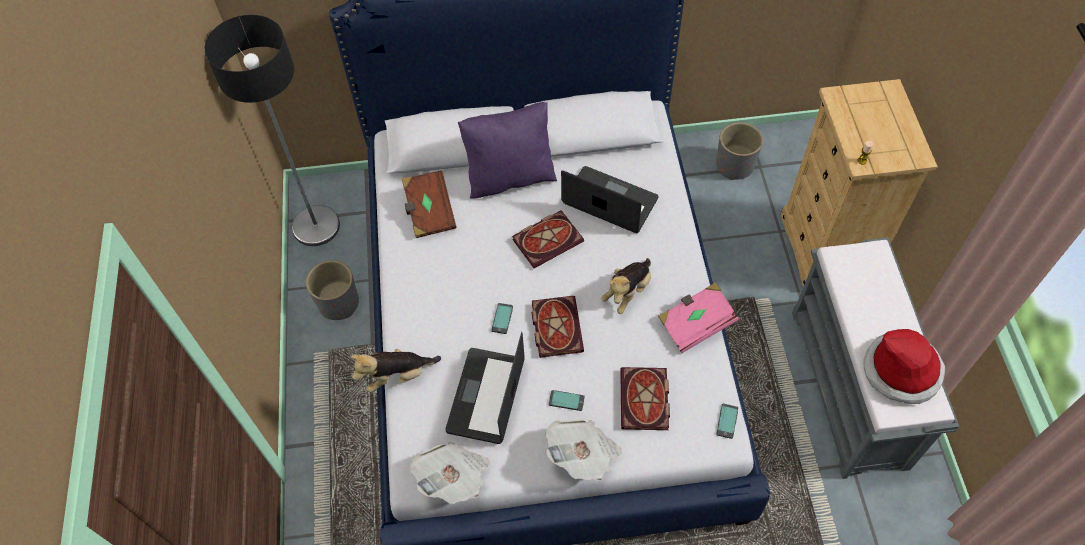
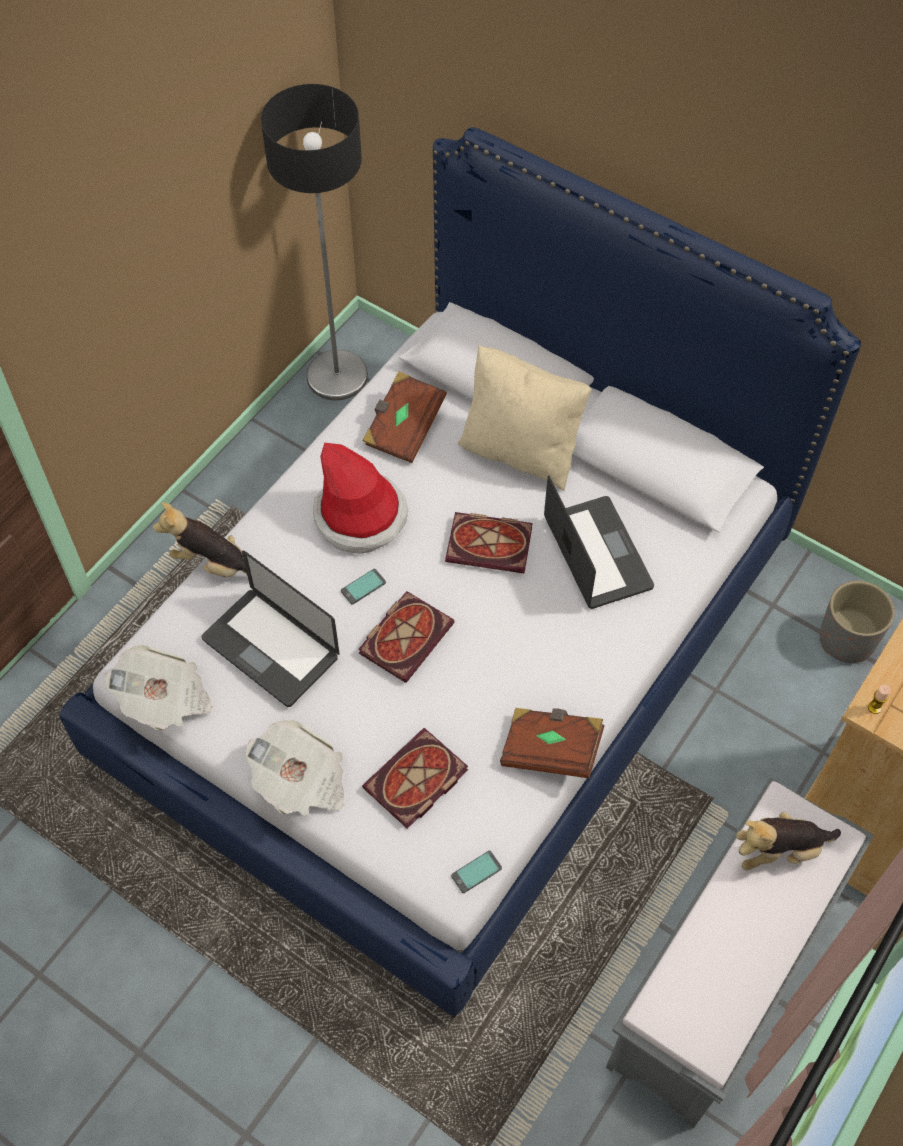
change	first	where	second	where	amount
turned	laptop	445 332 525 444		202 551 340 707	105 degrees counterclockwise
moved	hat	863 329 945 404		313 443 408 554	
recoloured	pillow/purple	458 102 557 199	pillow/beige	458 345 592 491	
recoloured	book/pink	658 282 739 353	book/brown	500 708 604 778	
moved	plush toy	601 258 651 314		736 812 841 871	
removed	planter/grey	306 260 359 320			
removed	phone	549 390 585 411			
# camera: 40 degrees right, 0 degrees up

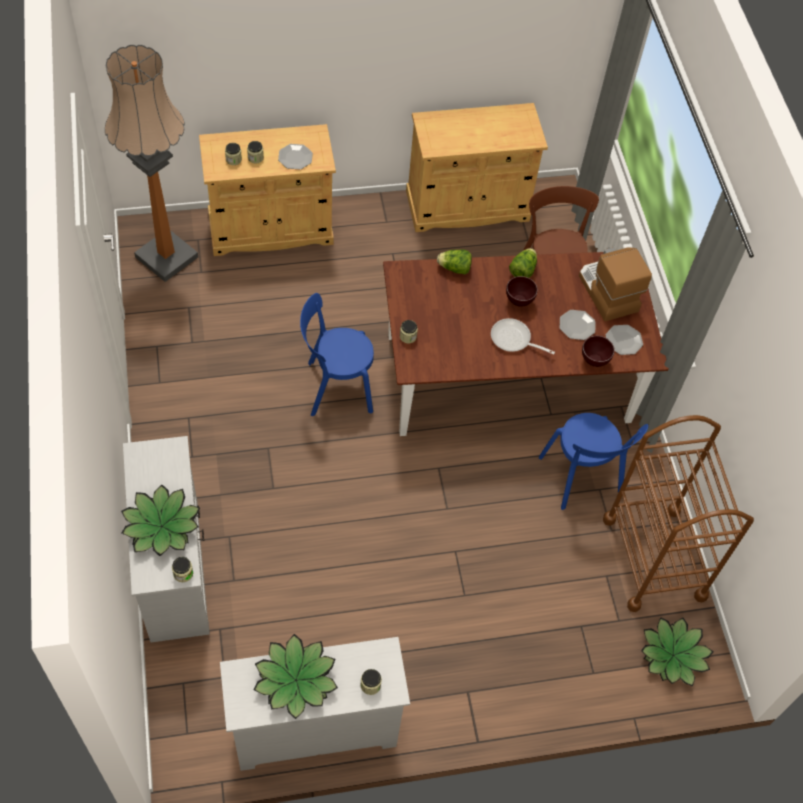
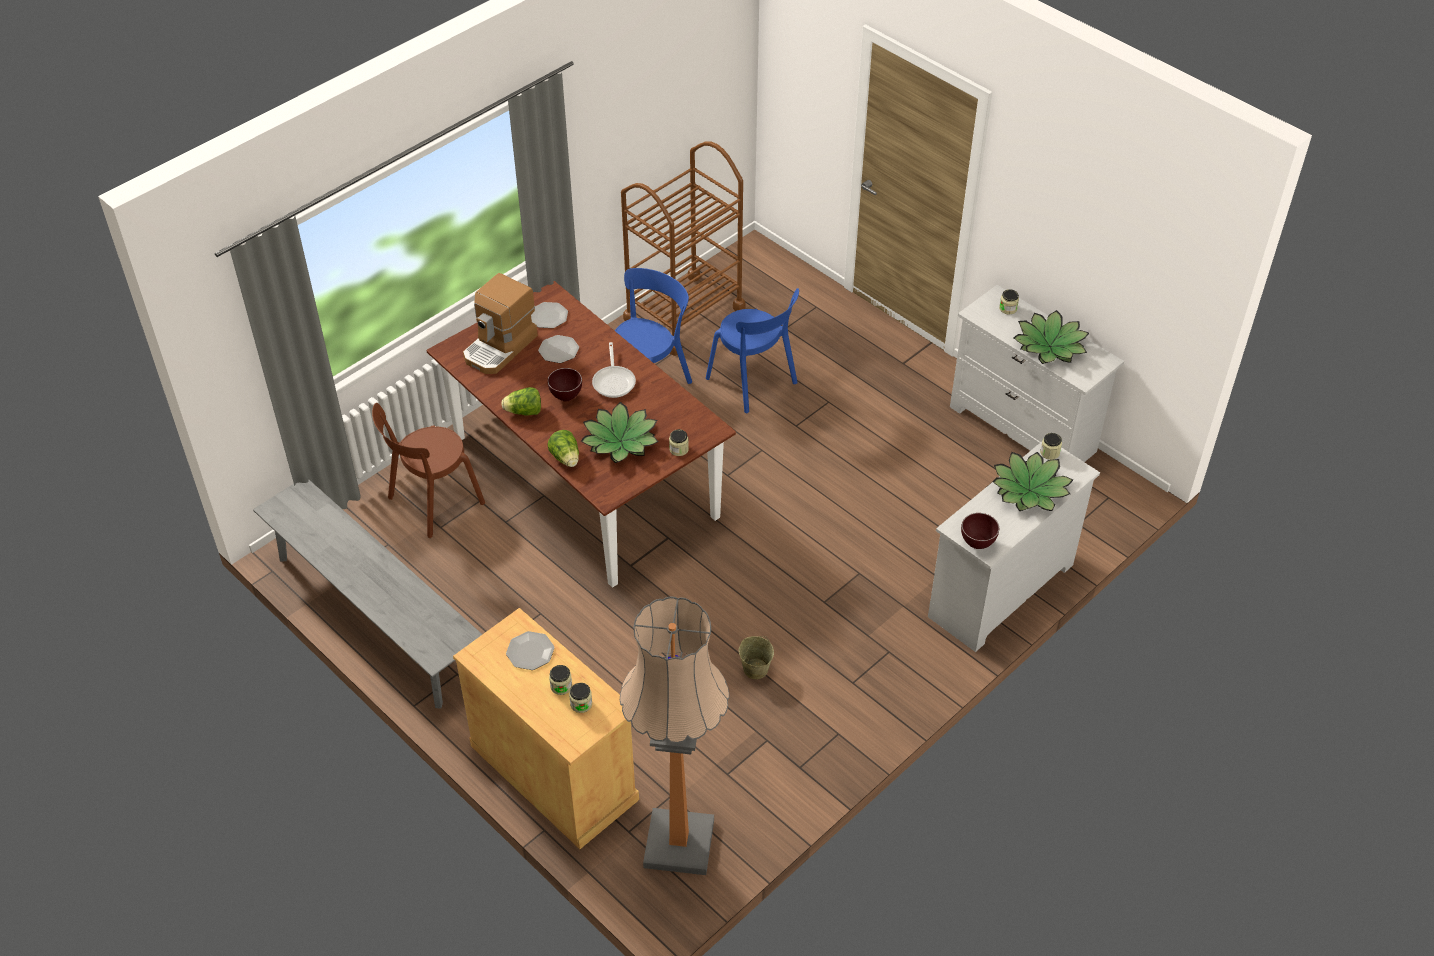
change	first	where	second	where	amount
replaced	cabinet/beige	406 103 548 232	bench/grey	253 480 482 709	
moved	potted plant	641 617 713 686		581 402 658 463	
moved	chair/blue	300 293 374 416		706 288 799 413	
added			bucket/beige	739 636 774 679	
moved	bowl/brown	582 336 615 367		961 513 999 549	
# camera: 120 degrees left, 10 degrees down

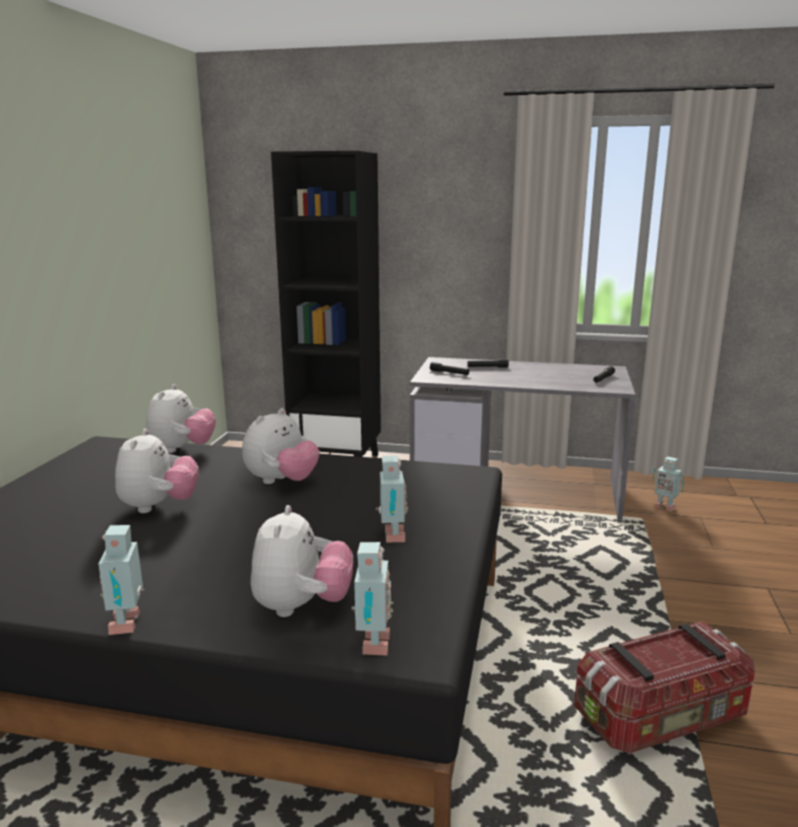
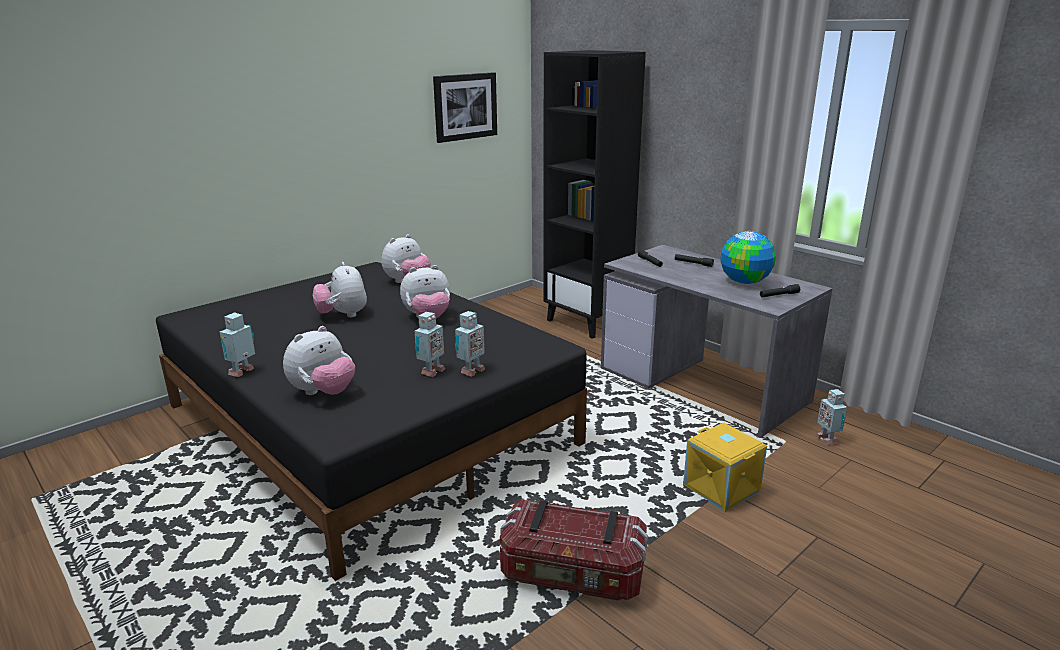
change	first	where	second	where	amount
turned	plush toy	115 429 199 513		313 262 367 318	120 degrees clockwise
added			picture	433 72 497 143	
moved	toy robot	351 542 394 656		455 311 485 377	
added			storage box/yellow	683 423 767 512	
added			globe	720 231 776 284	
# camera: 35 degrees right, 5 degrees up

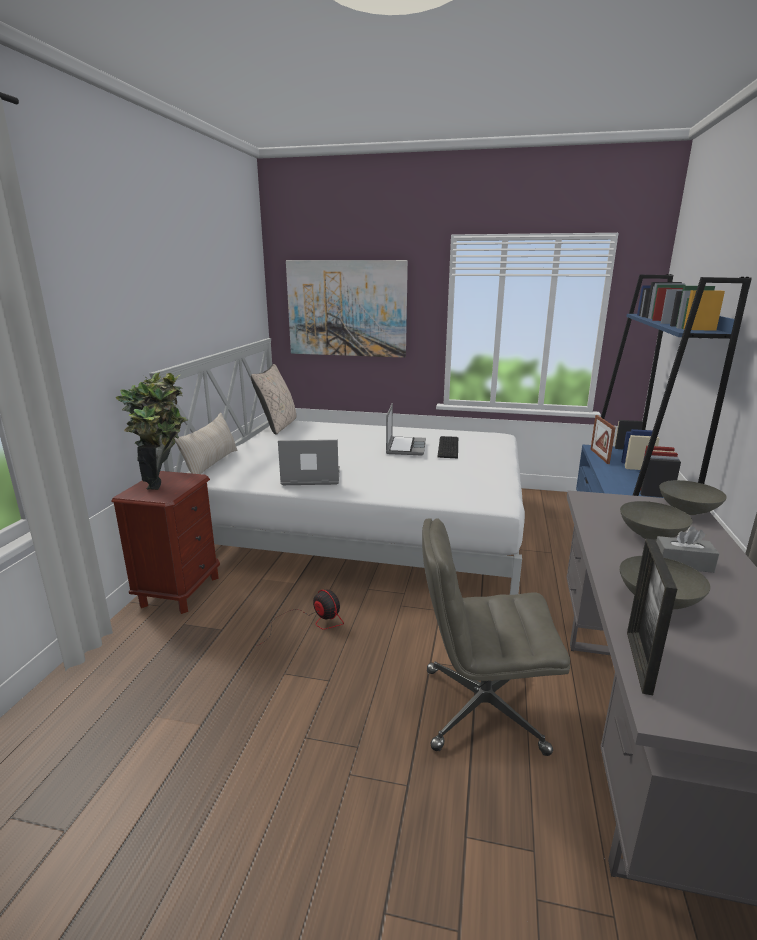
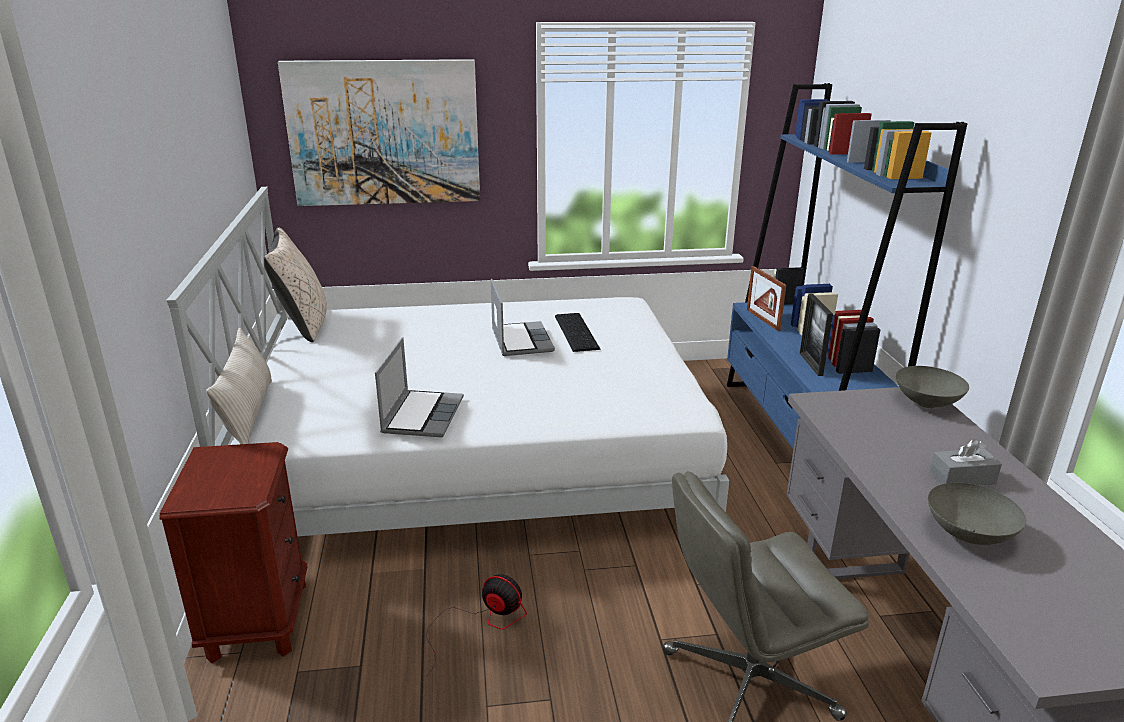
change	first	where	second	where	amount
turned	laptop	278 440 340 485		375 337 464 438	120 degrees clockwise
moved	picture frame	627 539 677 695		800 294 833 376	
removed	potted plant	116 372 187 490			
removed	bowl/grey	620 501 692 540			
# camera: 20 degrees left, 5 degrees up

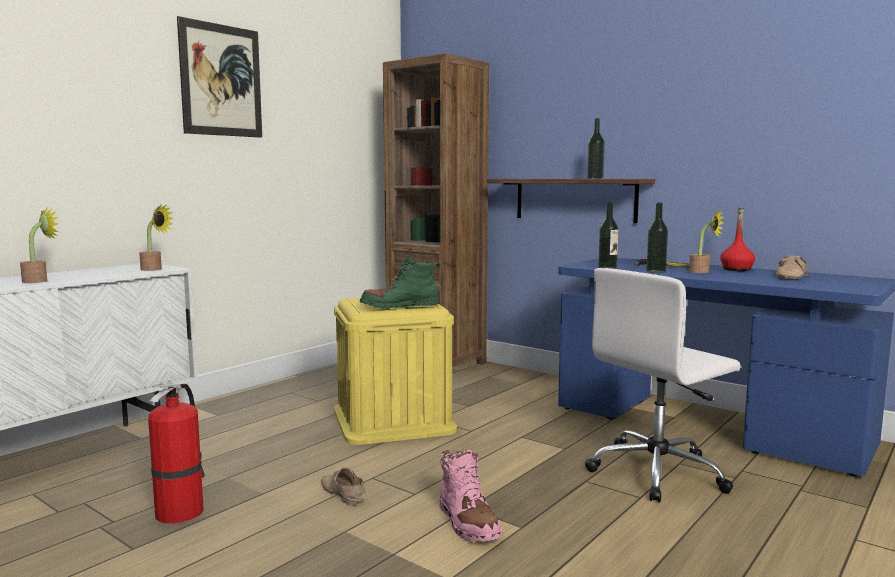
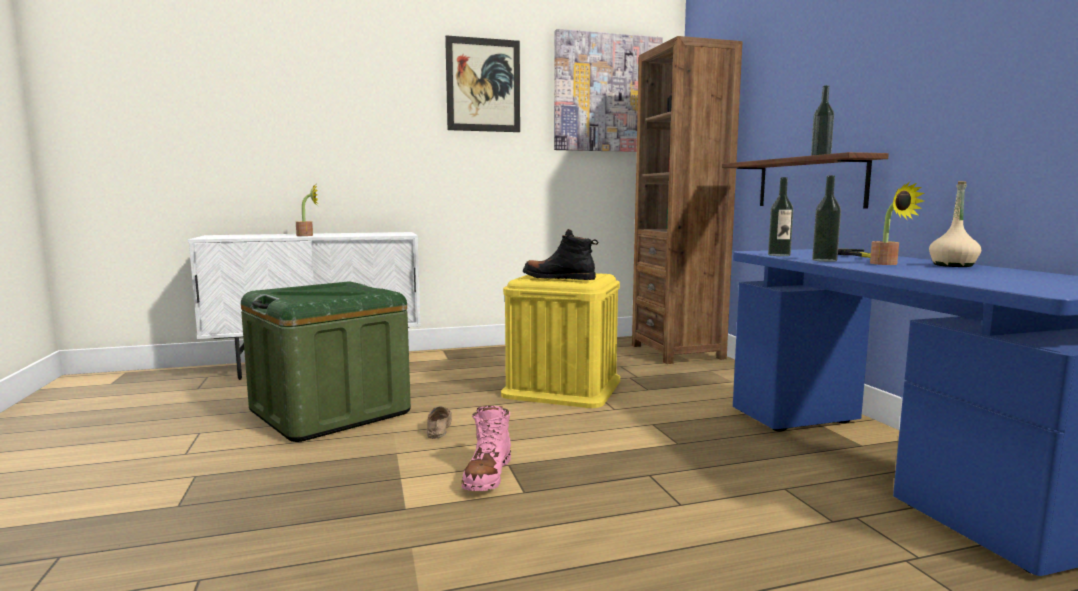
change	first	where	second	where	amount
replaced	fire extinguisher	148 384 205 523	storage box/green	241 282 411 442	
recoloured	boot/green	360 254 441 309	boot/black	523 229 598 280	
added			picture	554 29 663 152	
recoloured	bottle/red	720 207 755 271	bottle/beige	929 181 981 267	
removed	potted plant	139 204 174 271			
removed	office chair/white	585 268 740 503			
removed	shoe/beige	776 255 808 279			
# camera: 35 degrees right, 0 degrees up

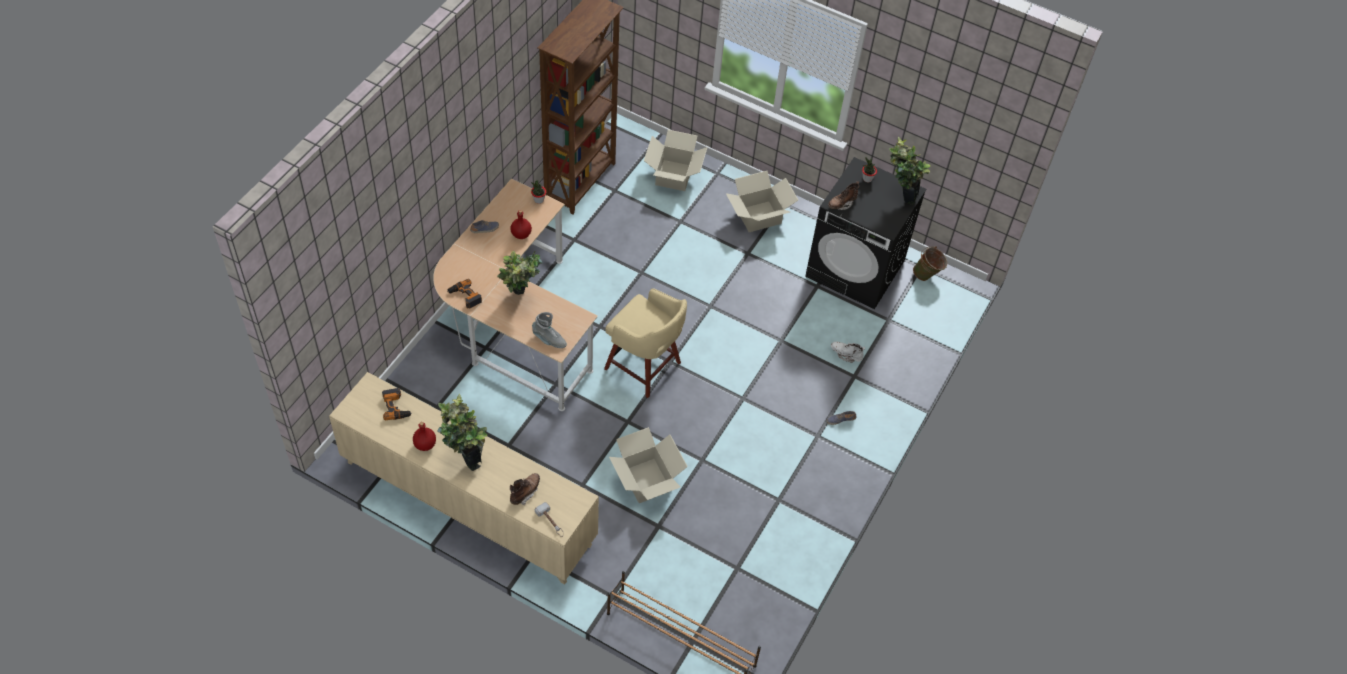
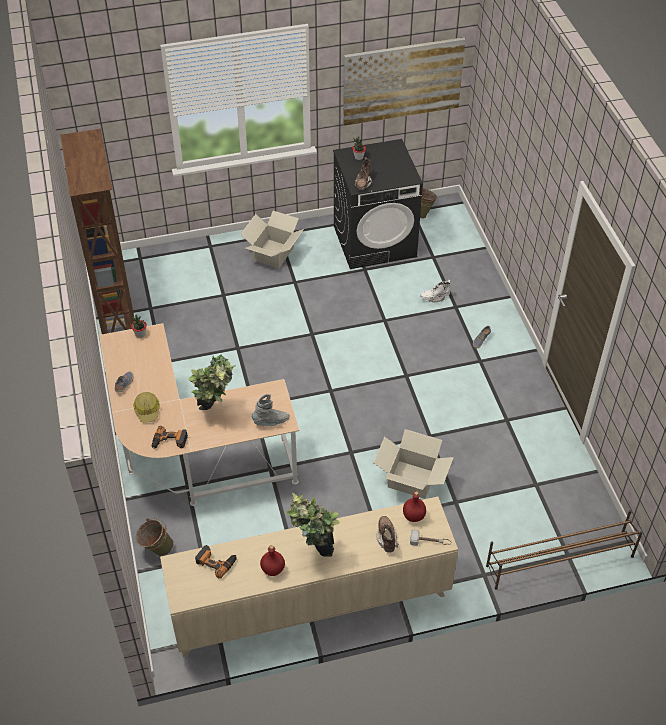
change	first	where	second	where	amount
added			hard hat	133 392 160 423	
added			bucket/green	136 518 174 556	
added			picture	343 37 466 126	
moved	bottle/red	510 210 532 239		403 491 426 522	
removed	stool/beige	604 288 687 398			
removed	cardboard box	644 130 707 191			
removed	potted plant	889 137 930 205			
# camera: 40 degrees left, 5 degrees down

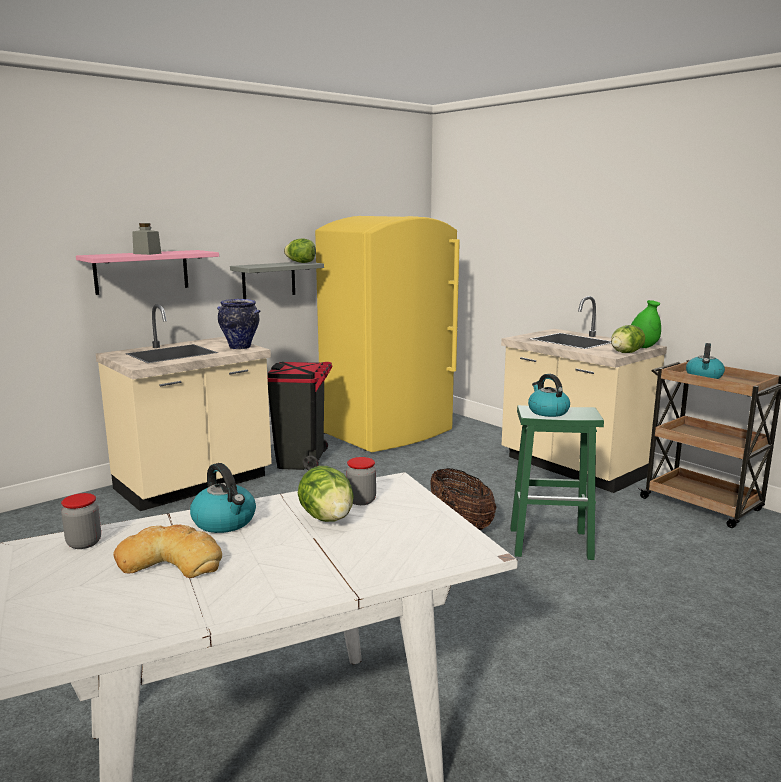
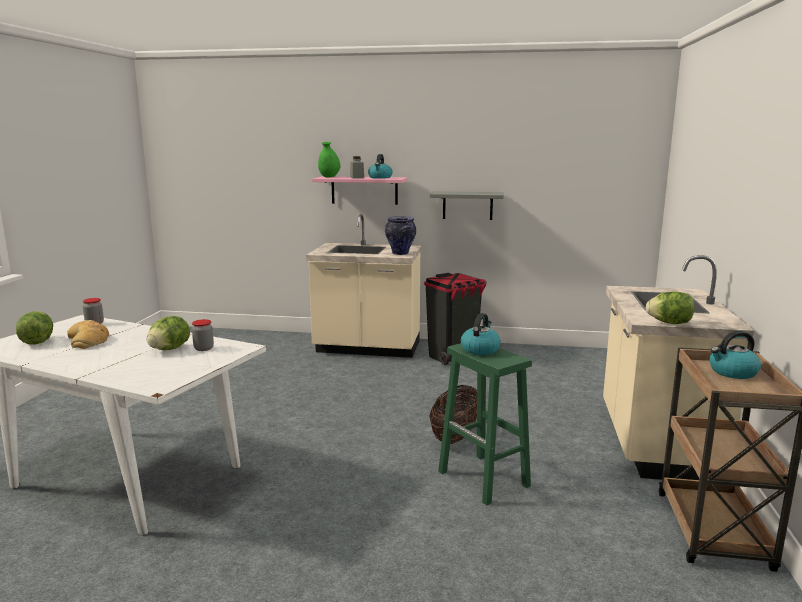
change	first	where	second	where	amount
moved	lettuce	284 239 316 263		16 311 53 345	
moved	vase/green	631 300 661 348		318 142 341 177	
moved	kettle	190 463 256 533		368 154 393 179	
removed	fridge/yellow	315 216 460 452			
# camera: 50 degrees right, 0 degrees up

